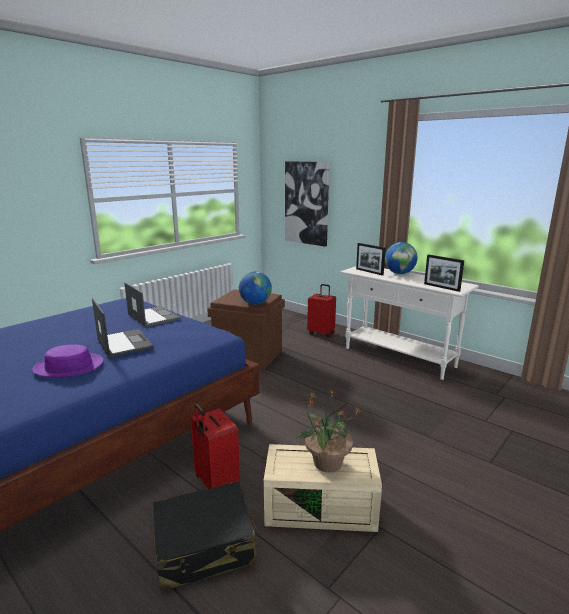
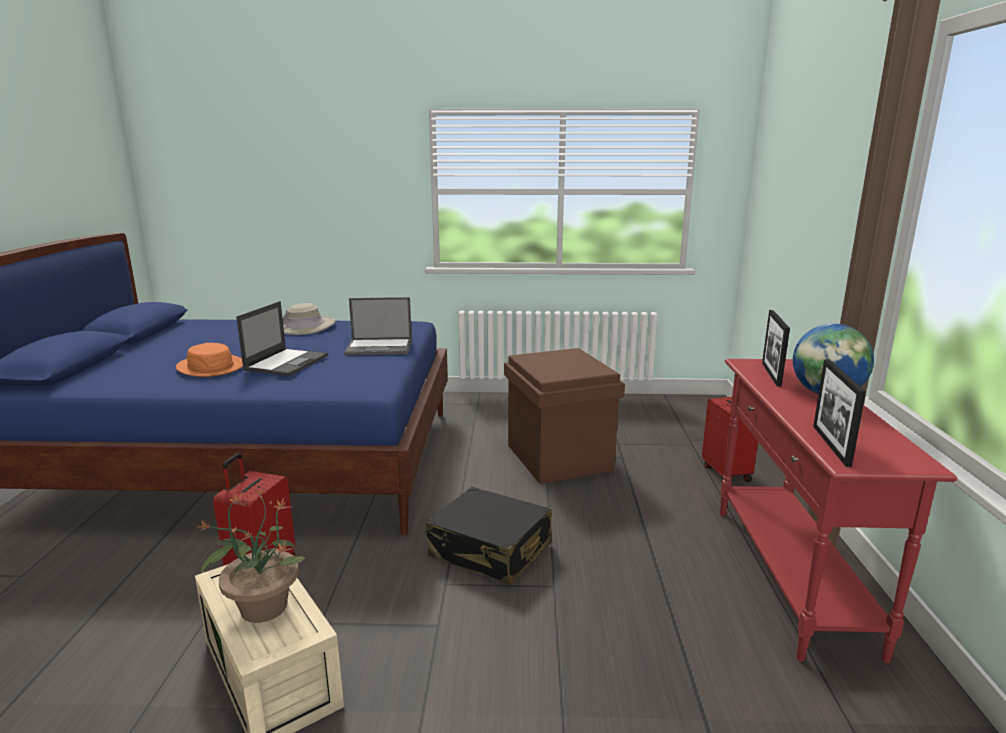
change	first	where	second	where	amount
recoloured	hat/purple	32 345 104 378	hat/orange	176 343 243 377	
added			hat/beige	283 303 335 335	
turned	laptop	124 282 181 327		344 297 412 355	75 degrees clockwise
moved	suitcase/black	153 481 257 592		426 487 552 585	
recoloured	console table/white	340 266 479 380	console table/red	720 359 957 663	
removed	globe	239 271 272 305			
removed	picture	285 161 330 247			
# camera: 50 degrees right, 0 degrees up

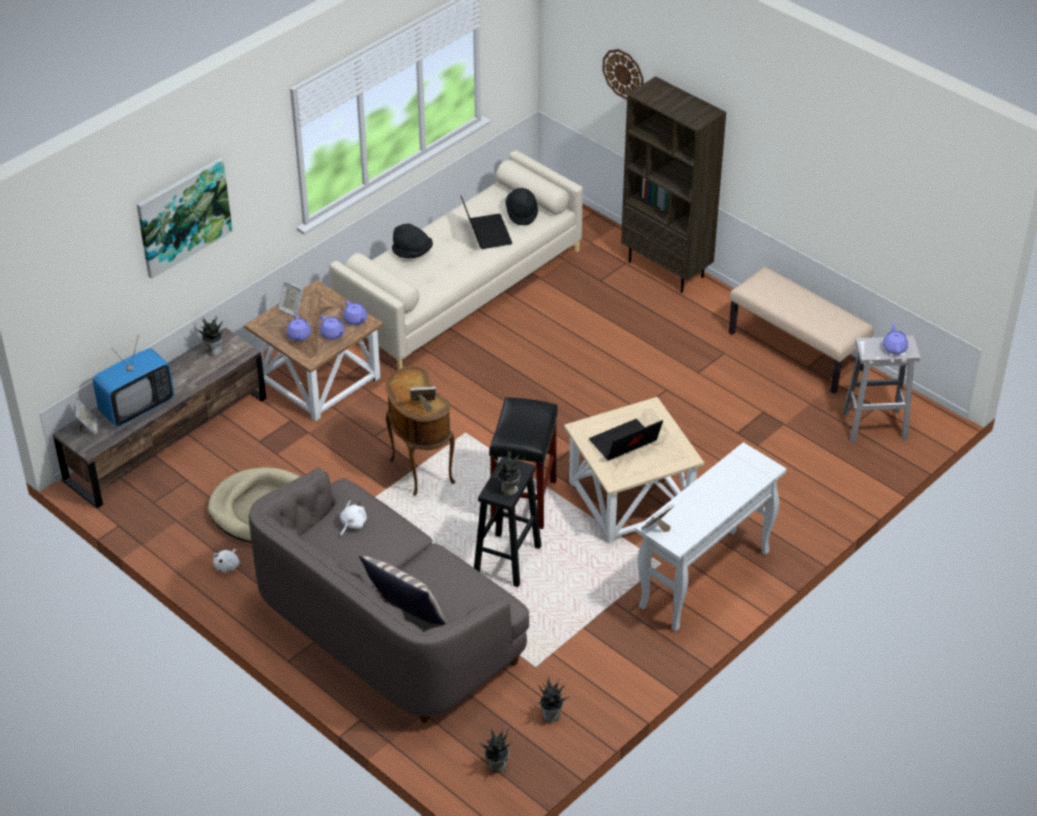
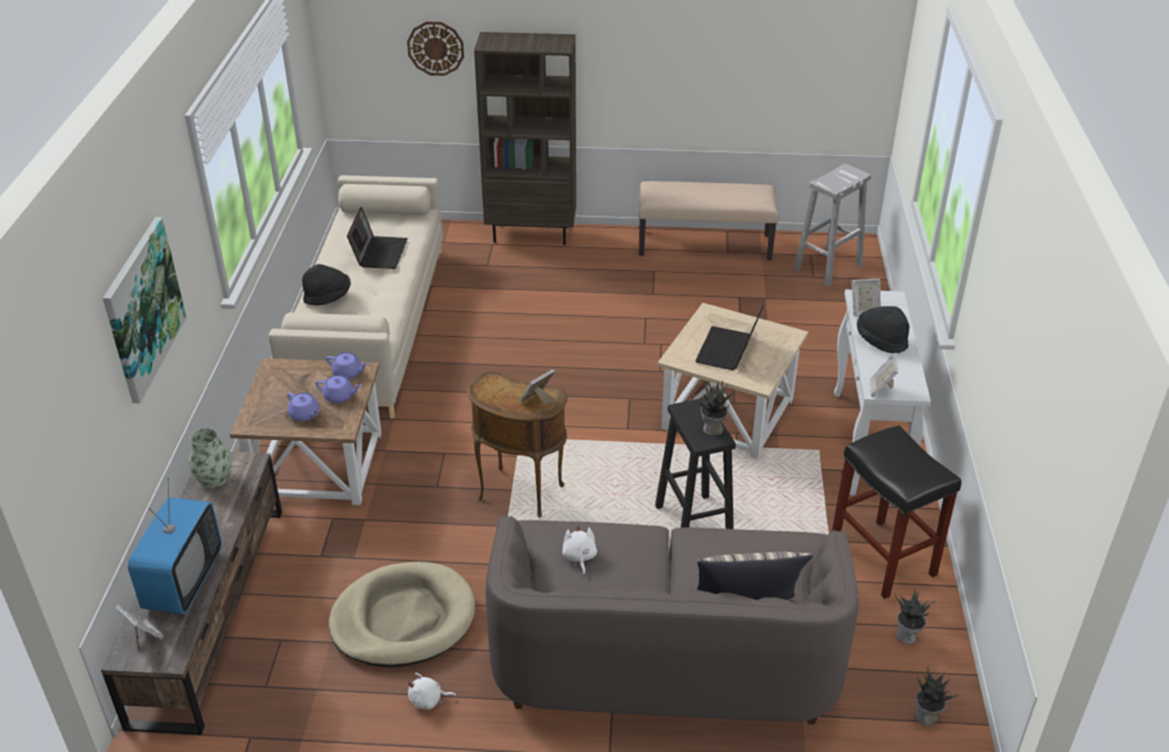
change	first	where	second	where	amount
replaced	potted plant	196 316 223 356	vase	189 428 231 488	
turned	laptop	461 196 512 249		347 207 408 269	60 degrees clockwise
turned	plush toy/white	213 549 240 572		408 673 456 710	105 degrees clockwise
moved	stool/black	489 397 558 529		832 425 961 599	
moved	picture frame	278 280 303 317		851 279 881 317	
moved	hat/black	505 188 538 225		857 306 910 353	
removed	teapot/purple	882 322 908 355			
# camera: 40 degrees left, 5 degrees down

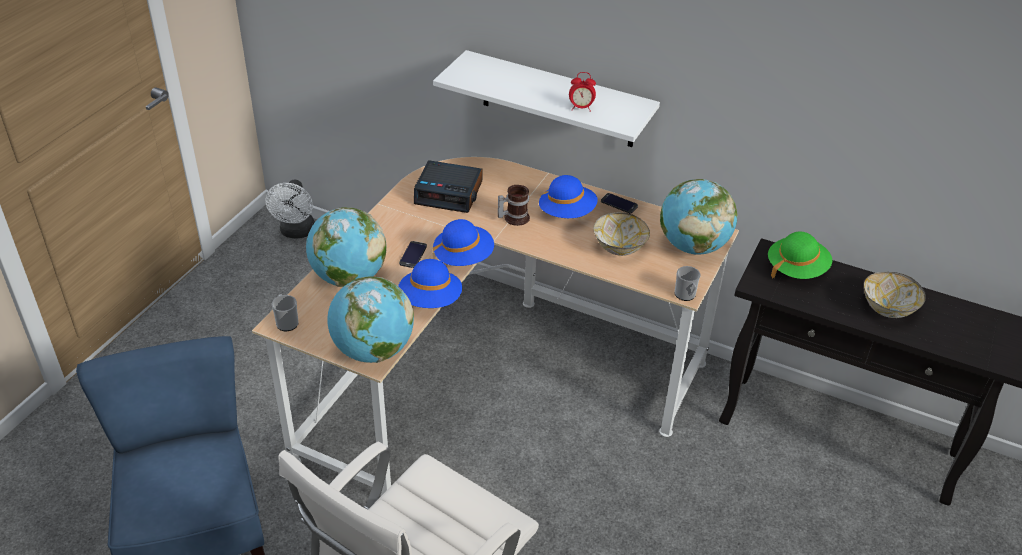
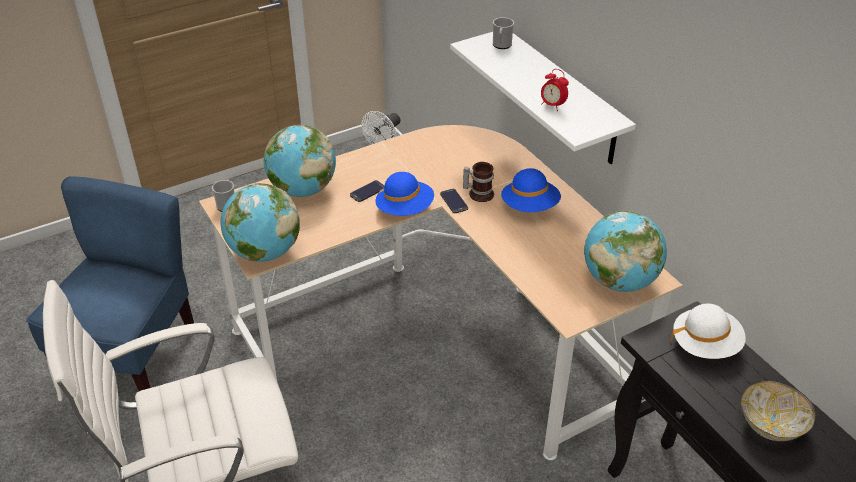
change	first	where	second	where	amount
moved	phone	601 193 638 213		440 189 468 213	
moved	mug	674 266 701 301		493 17 514 49	
recoloured	hat/green	768 231 833 279	hat/white	670 304 745 359	
removed	hat/blue	398 259 462 308			
removed	alarm clock	414 160 483 213			
removed	bowl	593 212 650 256			
# camera: 35 degrees right, 0 degrees up

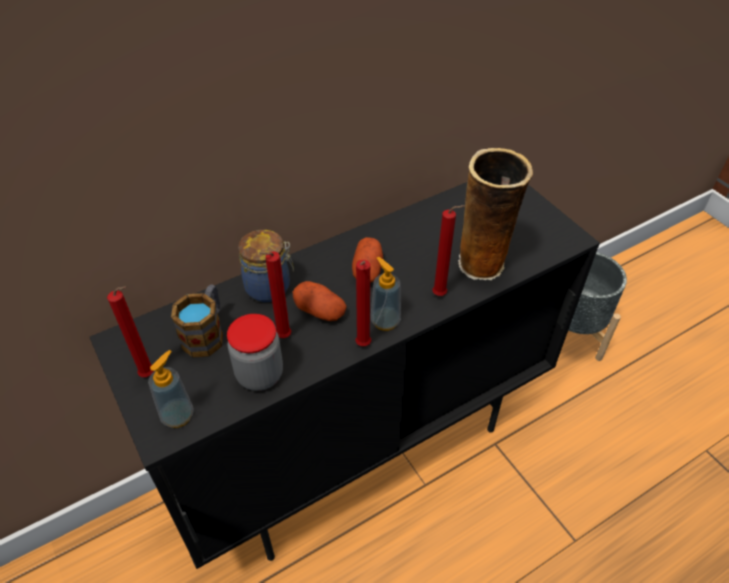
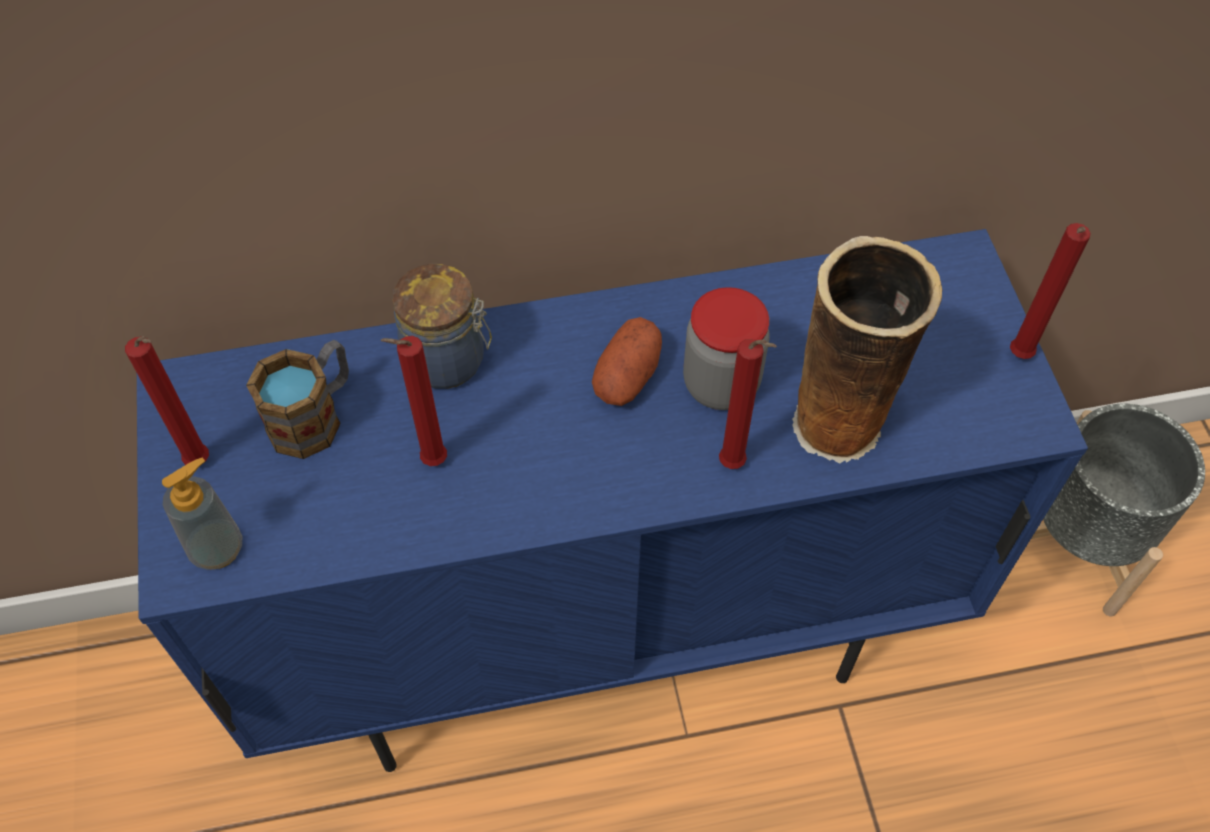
change	first	where	second	where	amount
recoloured	cabinet/black	90 182 600 569	cabinet/blue	137 229 1088 772	
moved	jar	227 314 283 391		683 287 770 410	
moved	candle/red	356 260 371 346		1010 223 1091 359	
removed	potato	293 281 347 321			
removed	soap dispenser	371 257 401 331			
# camera: 20 degrees right, 10 degrees up

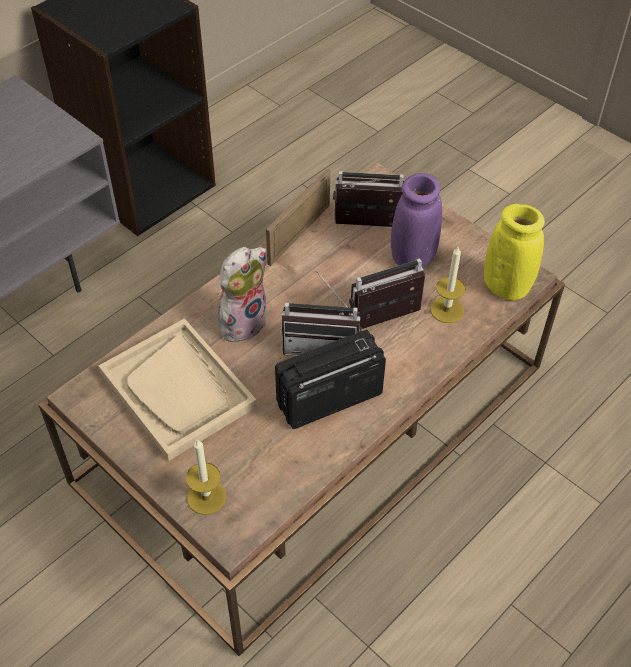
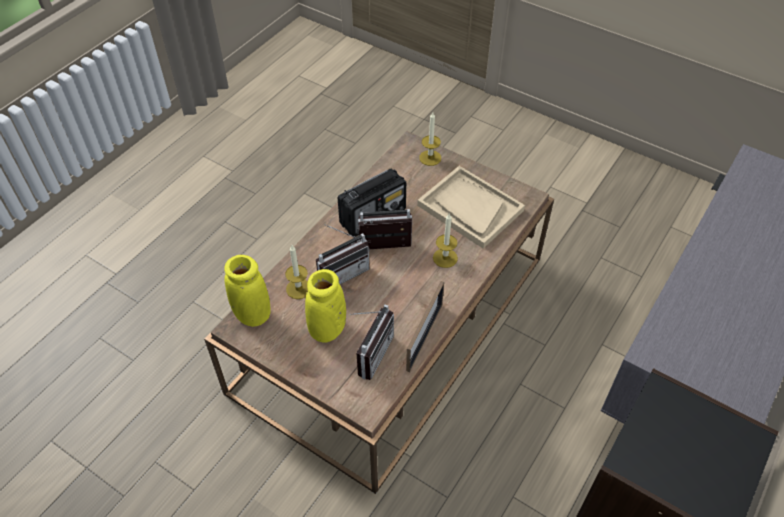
change	first	where	second	where	amount
recoloured	vase/purple	391 173 442 268	vase/yellow	305 269 346 343	
turned	radio	333 171 404 227		350 304 394 380	60 degrees counterclockwise
replaced	plush toy	218 247 267 342	candle	433 214 458 268	
# camera: 170 degrees right, 0 degrees up

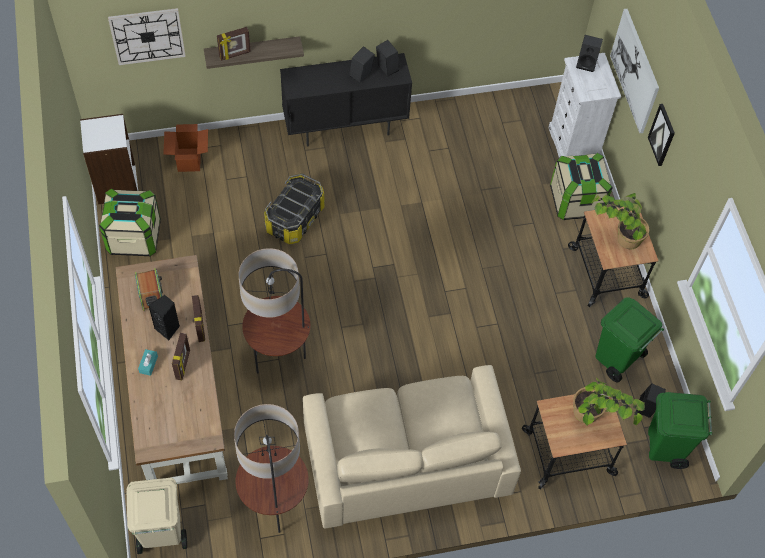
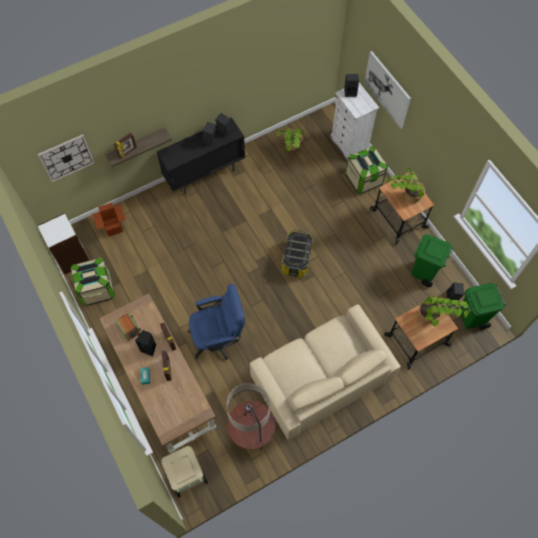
change	first	where	second	where	amount
replaced	floor lamp	239 248 310 374	office chair/blue	188 284 245 360	
added			potted plant	277 128 305 151	
moved	storage box	264 173 325 244		281 230 314 278	
removed	picture	648 104 675 166			
# camera: 15 degrees left, 5 degrees up

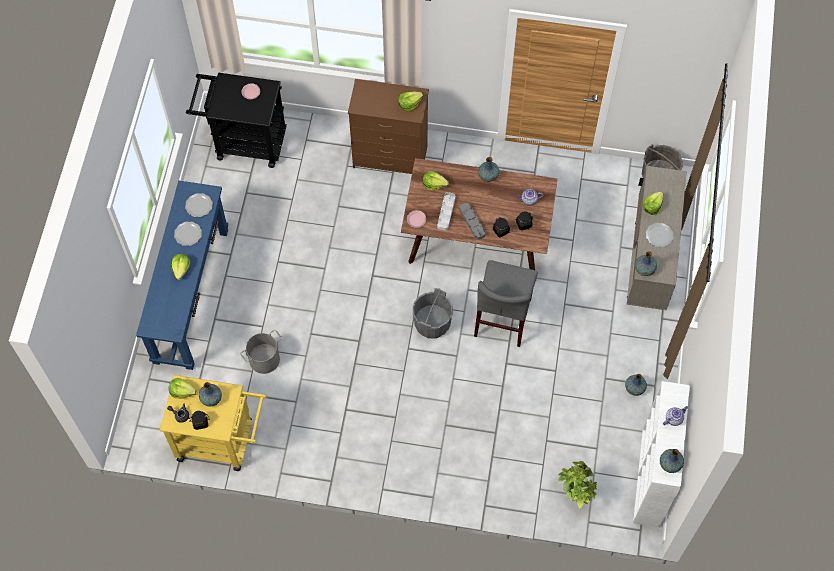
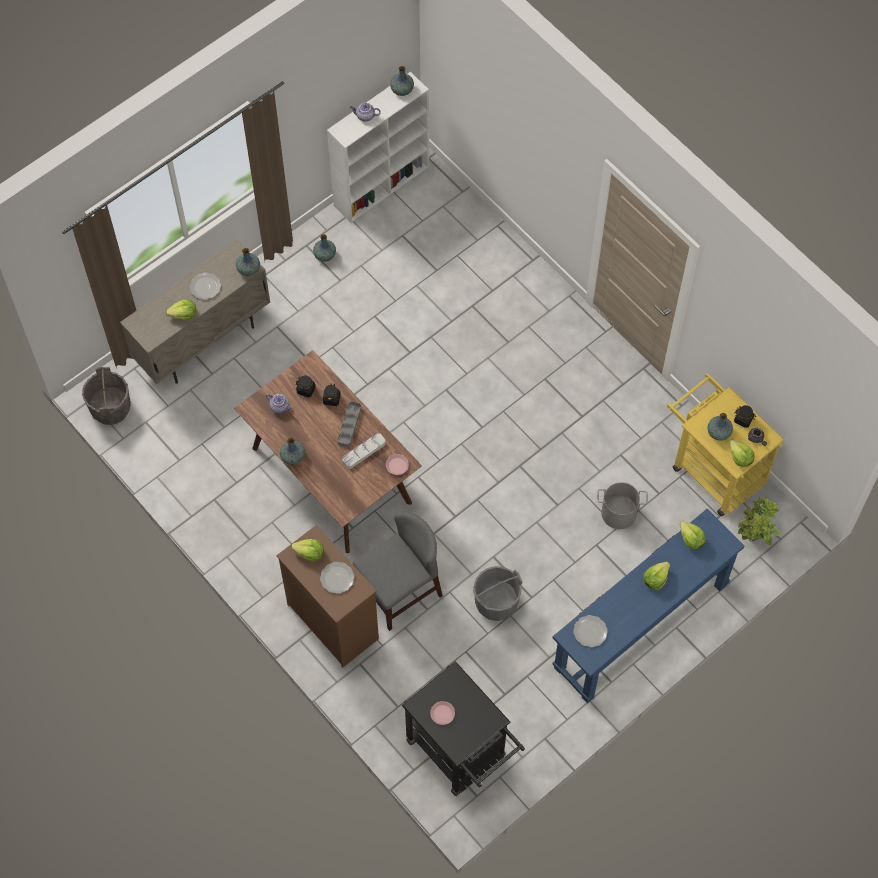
change	first	where	second	where	amount
moved	plate	174 222 202 246		320 562 354 594	
moved	chair/grey	474 260 538 347		352 511 443 631	
moved	bucket/grey	413 288 453 339		472 566 522 621	
moved	lettuce	423 171 449 190		680 521 706 549	
moved	potted plant	557 461 597 509		738 497 781 545	
# camera: 140 degrees left, 0 degrees up

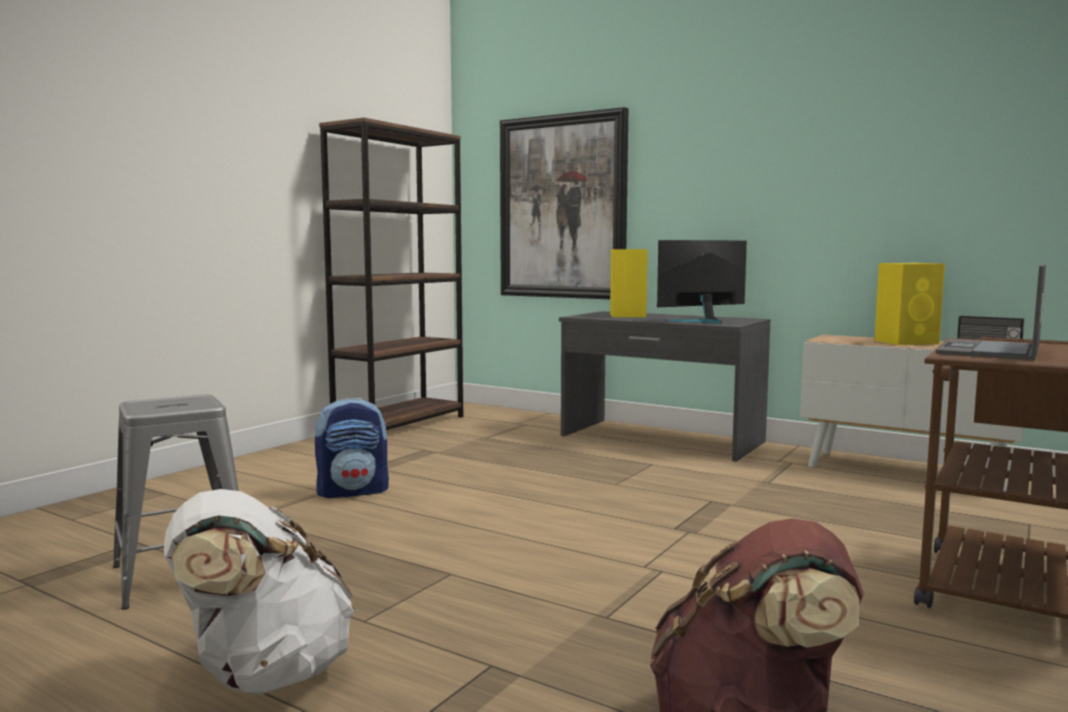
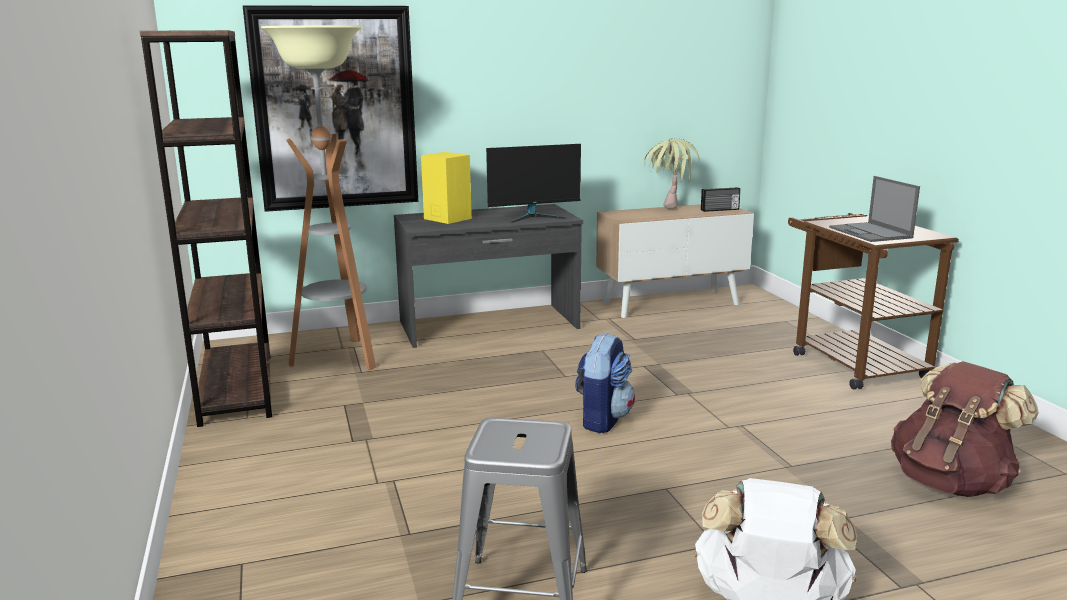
change	first	where	second	where	amount
added			floor lamp	261 25 376 370	
turned	monitor	657 240 747 324		486 144 581 223	120 degrees counterclockwise
moved	backpack	315 398 389 498		575 333 635 433	
replaced	speaker/yellow	874 263 945 345	potted plant	645 138 699 209	
# camera: 50 degrees left, 10 degrees up

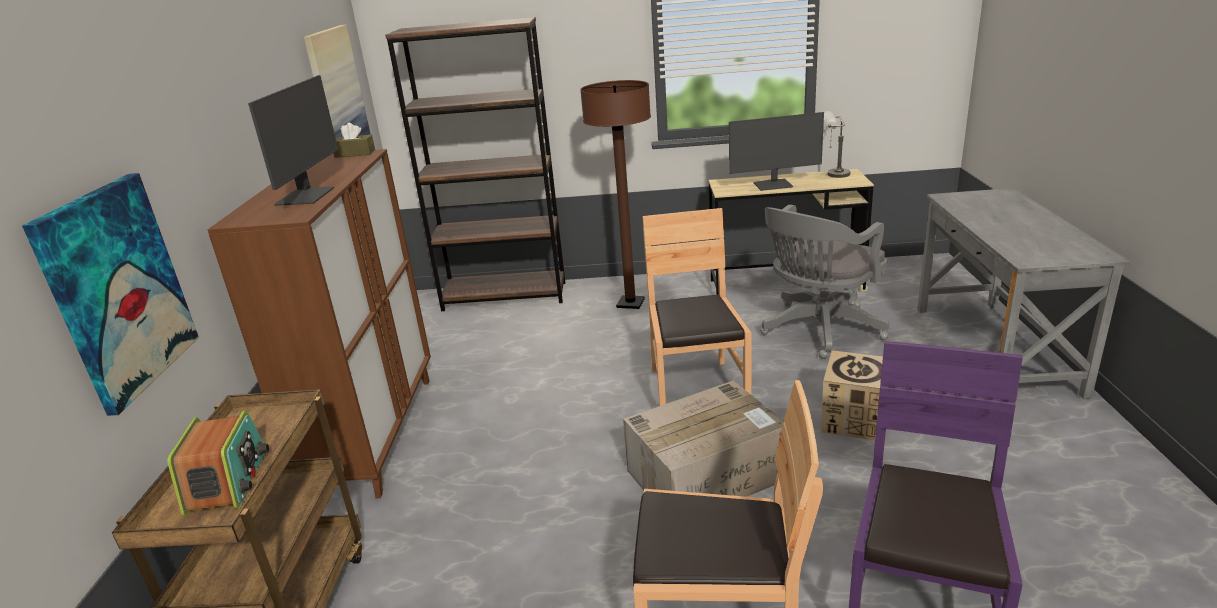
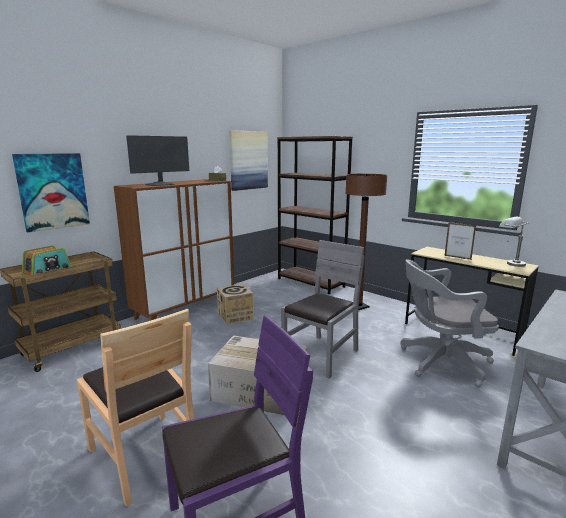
change	first	where	second	where	amount
moved	cardboard box	821 350 892 440		217 284 254 324	
recoloured	chair/brown	643 208 752 406	chair/grey	281 240 364 378	
replaced	monitor	729 112 824 191	picture frame	445 222 476 260	
# camera: 40 degrees right, 10 degrees down

